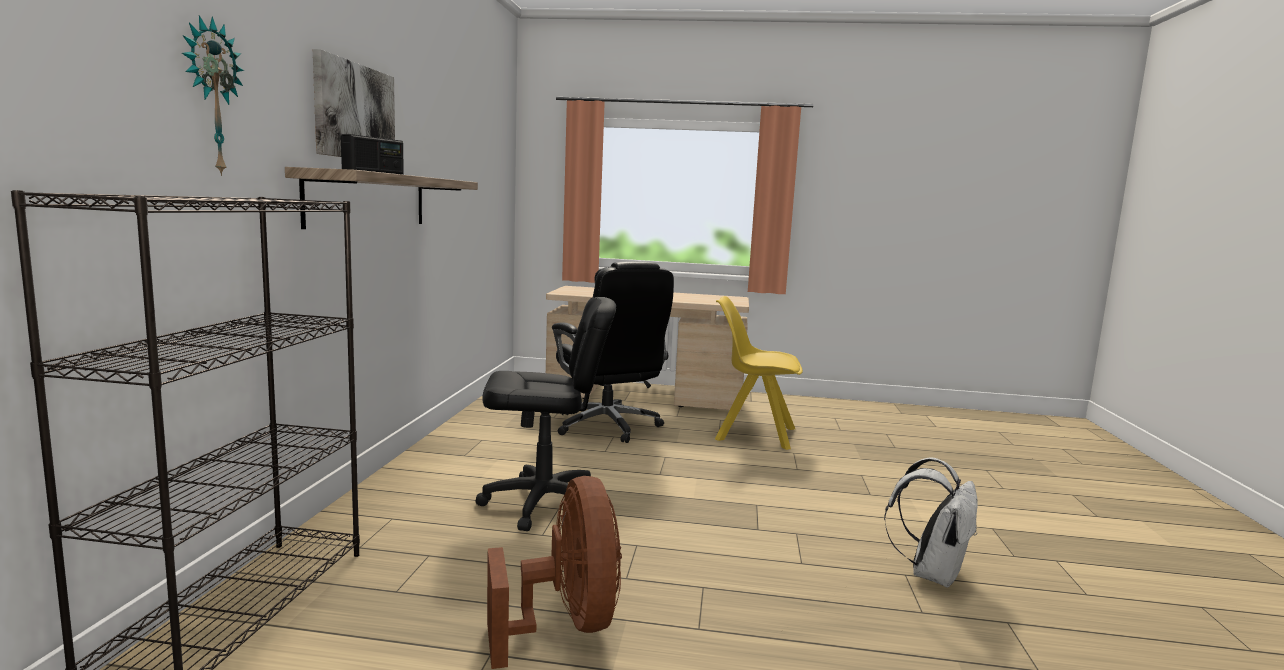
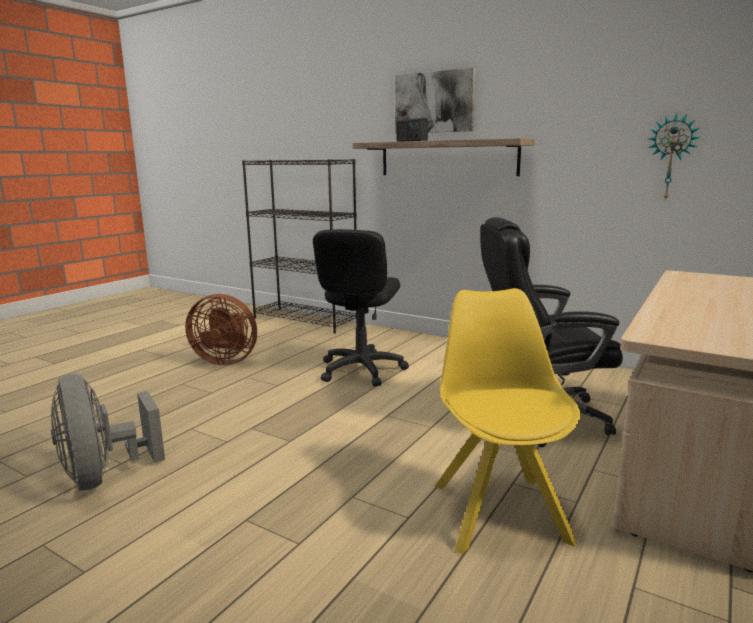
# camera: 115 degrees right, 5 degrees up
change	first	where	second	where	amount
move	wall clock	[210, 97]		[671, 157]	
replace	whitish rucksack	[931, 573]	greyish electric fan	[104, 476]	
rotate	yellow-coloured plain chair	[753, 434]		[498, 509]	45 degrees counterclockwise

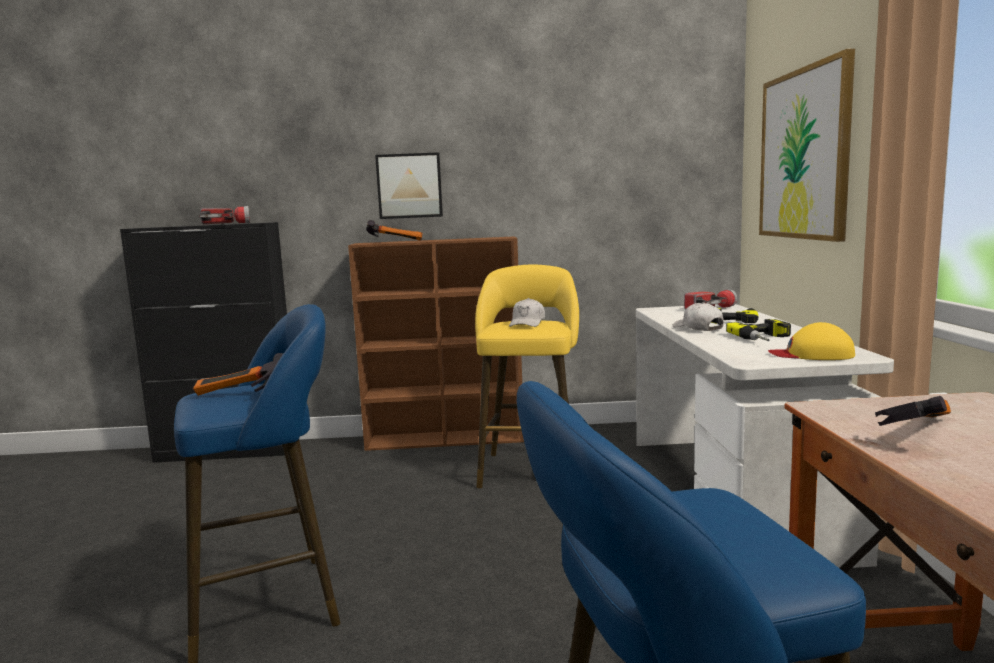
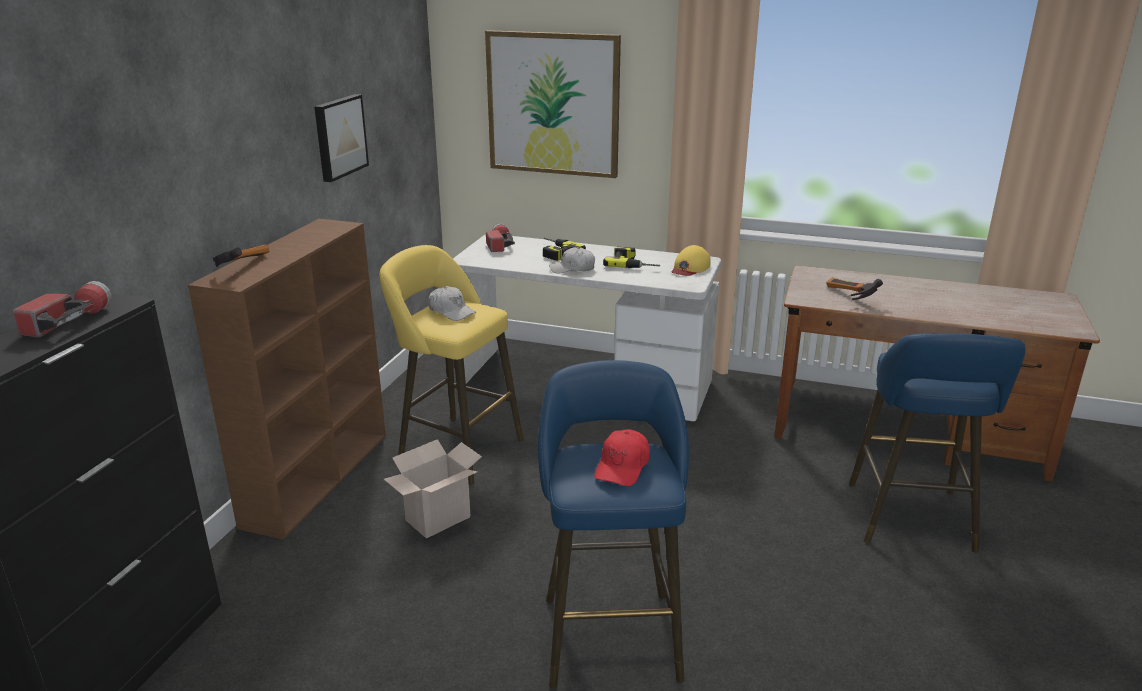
# camera: 70 degrees left, 15 degrees up
change	first	where	second	where	amount
insert			carton	[437, 520]	
move	wall art	[409, 186]		[339, 137]	
replace	hammer	[237, 396]	reddish cap	[622, 467]	

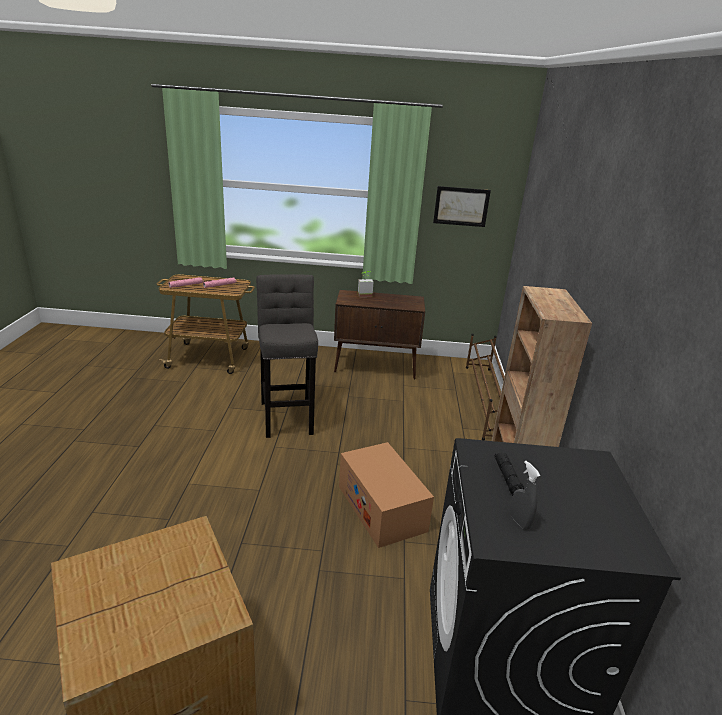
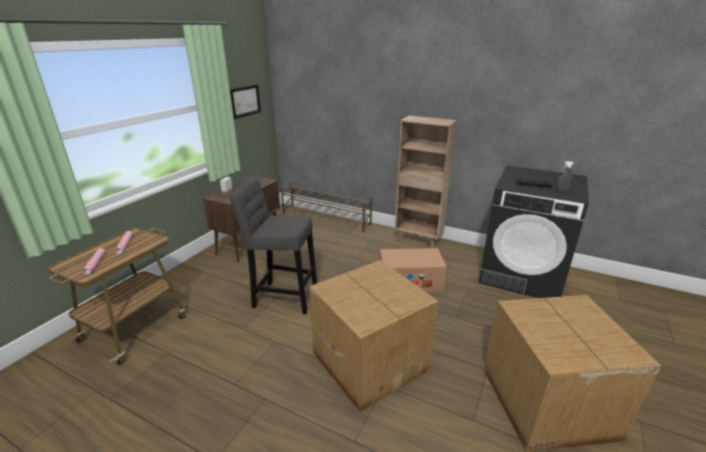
# camera: 65 degrees left, 0 degrees up
change	first	where	second	where	amount
insert			carton	[370, 360]	

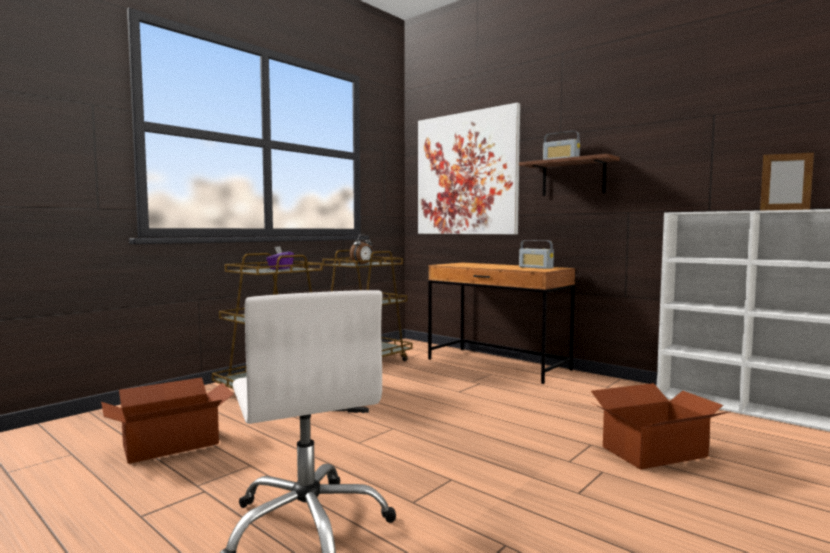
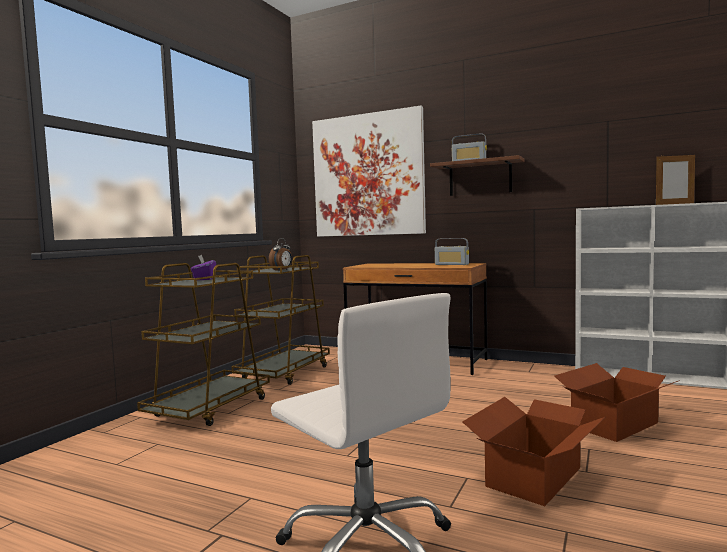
# camera: 15 degrees left, 0 degrees up
change	first	where	second	where	amount
move	carton	[170, 444]		[532, 477]	

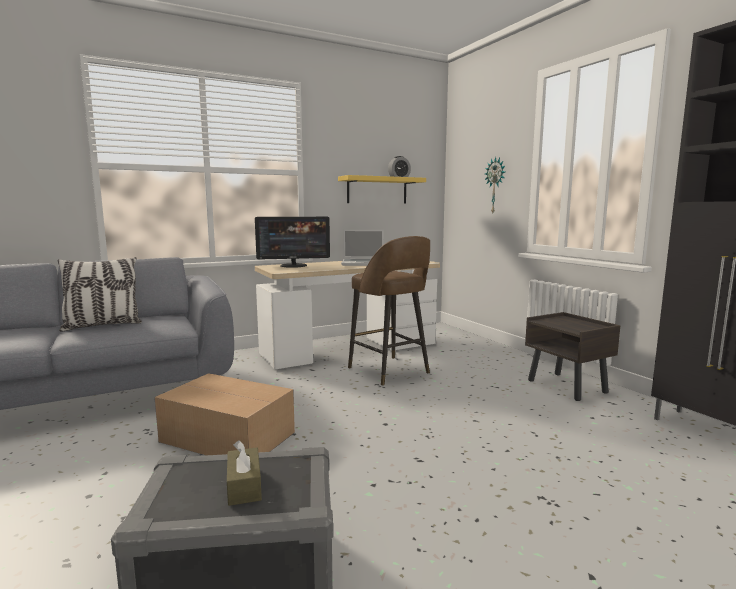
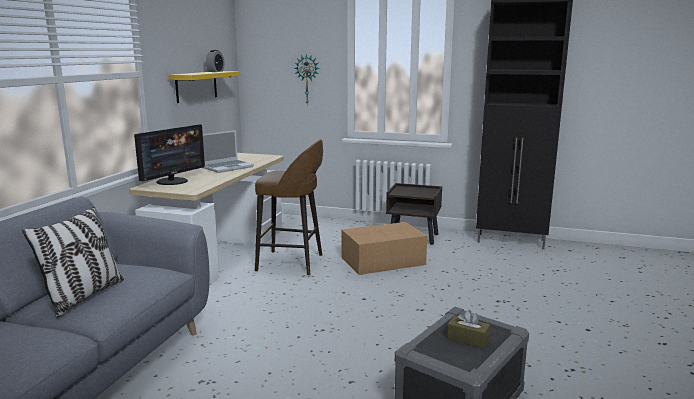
# camera: 45 degrees left, 5 degrees up
change	first	where	second	where	amount
move	carton	[227, 436]		[381, 261]	

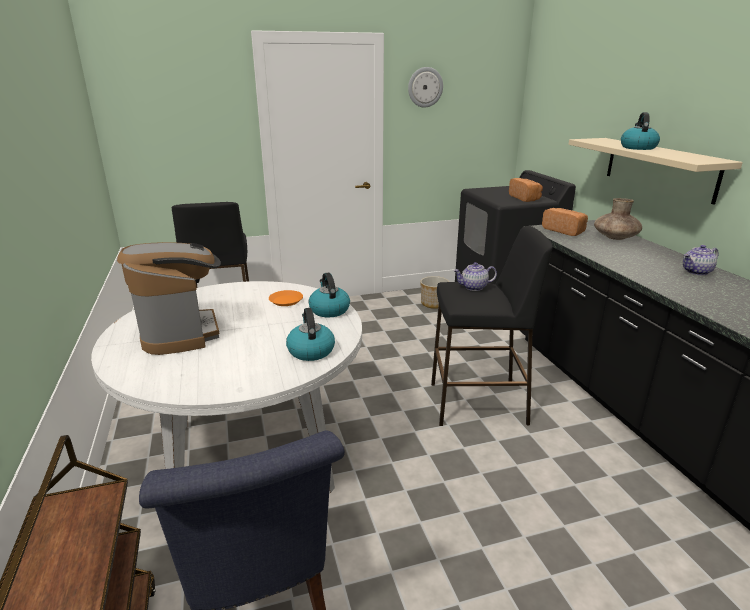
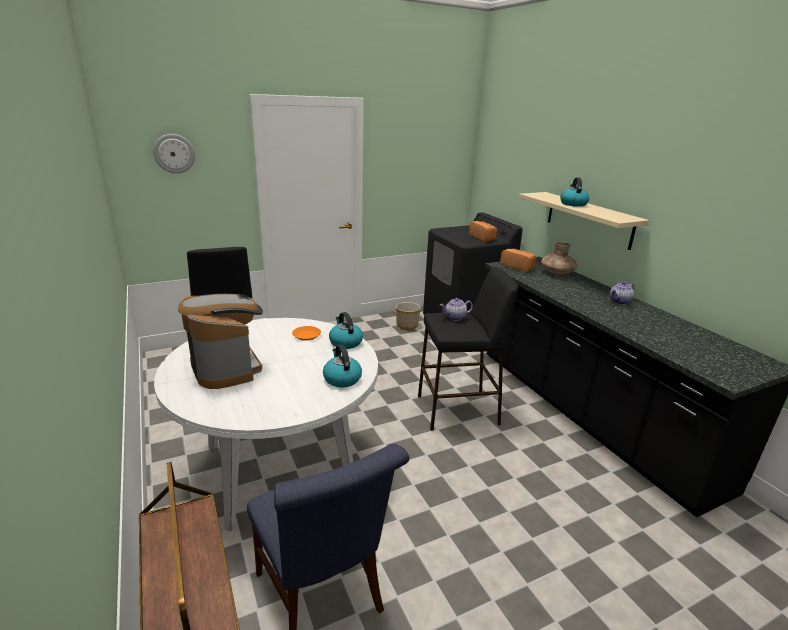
# camera: 10 degrees left, 0 degrees up
change	first	where	second	where	amount
move	wall clock	[425, 87]		[174, 153]	

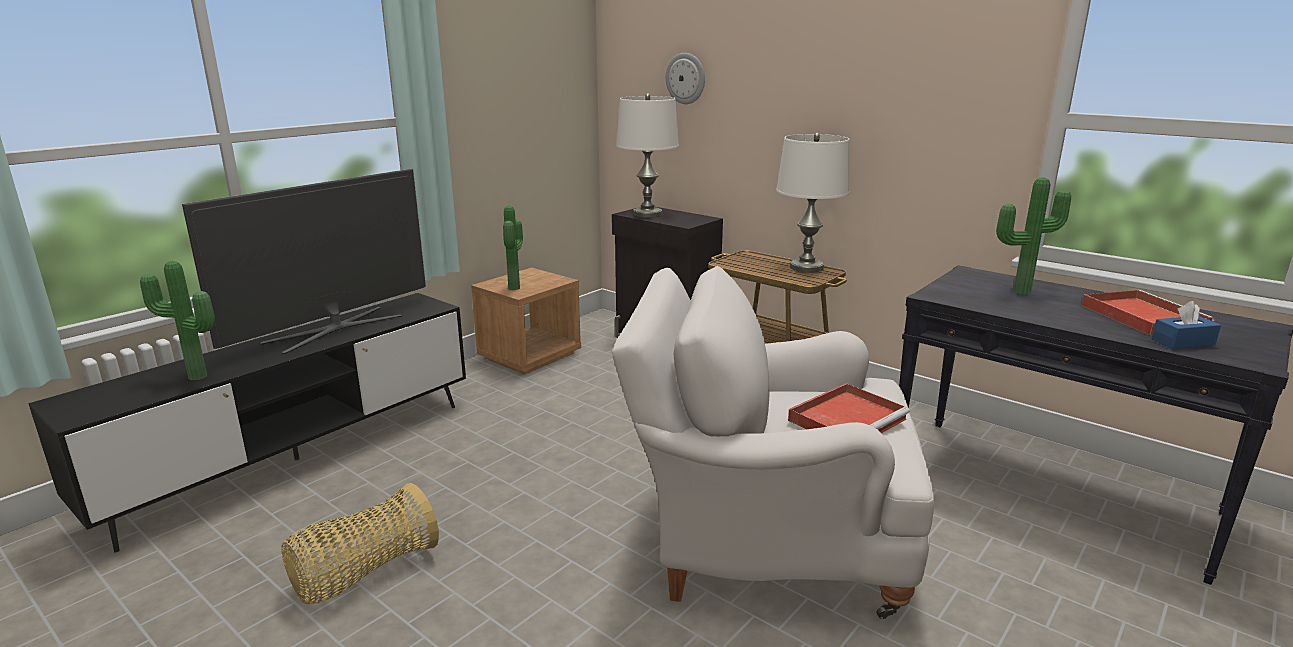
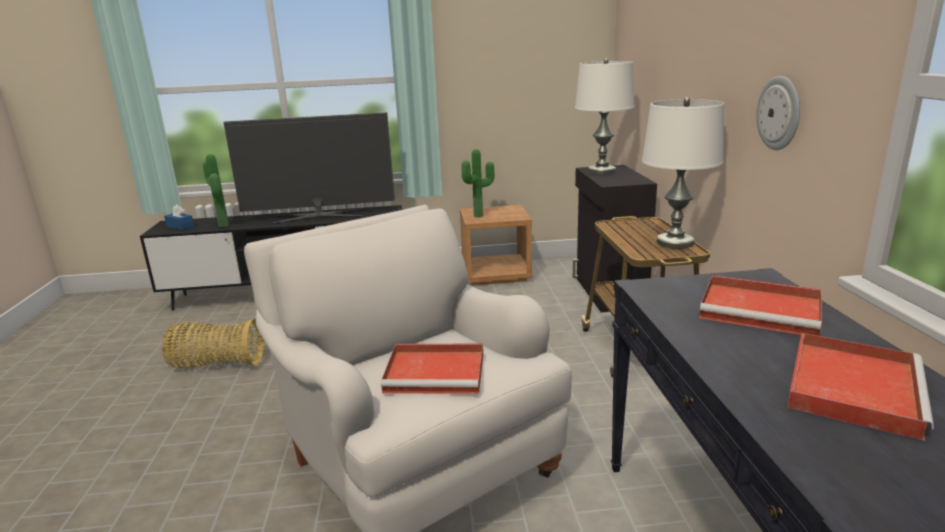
# camera: 45 degrees right, 0 degrees up
change	first	where	second	where	amount
move	wall clock	[686, 78]		[779, 113]	
move	blue tissue box	[1183, 342]		[180, 226]	
replace	houseplant	[1019, 291]	reddish carrying tray	[762, 310]	

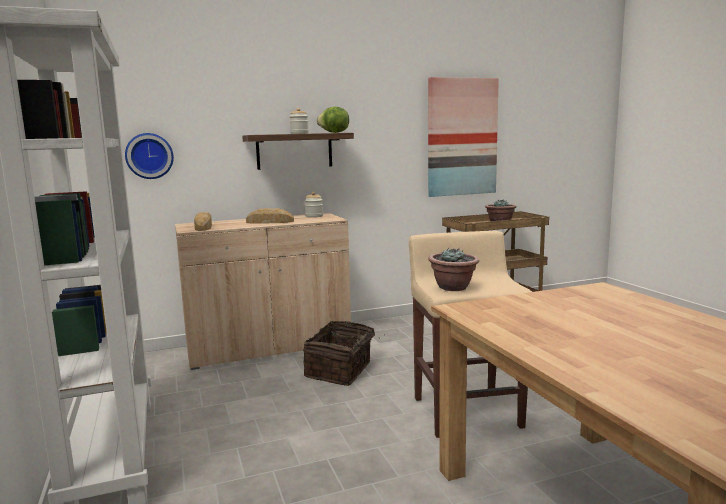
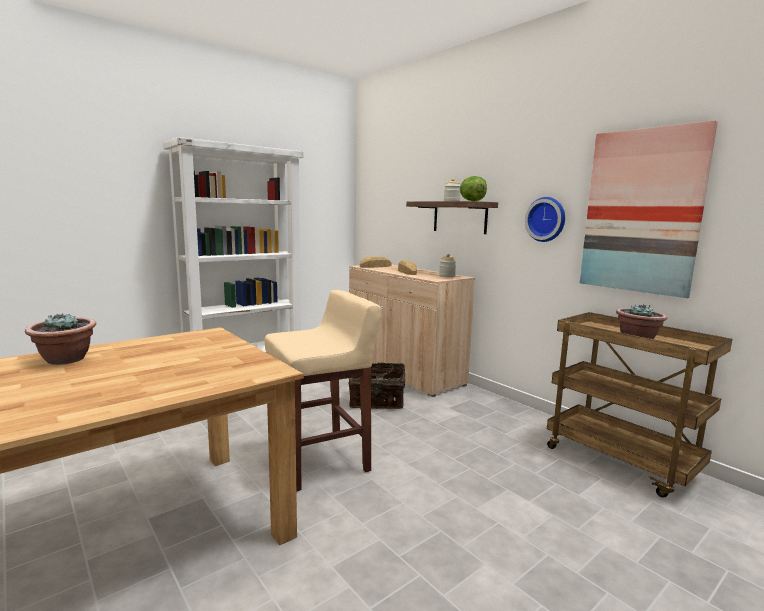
# camera: 70 degrees right, 0 degrees up
change	first	where	second	where	amount
move	wall clock	[149, 156]		[546, 219]	
move	houseplant	[453, 287]		[66, 360]	

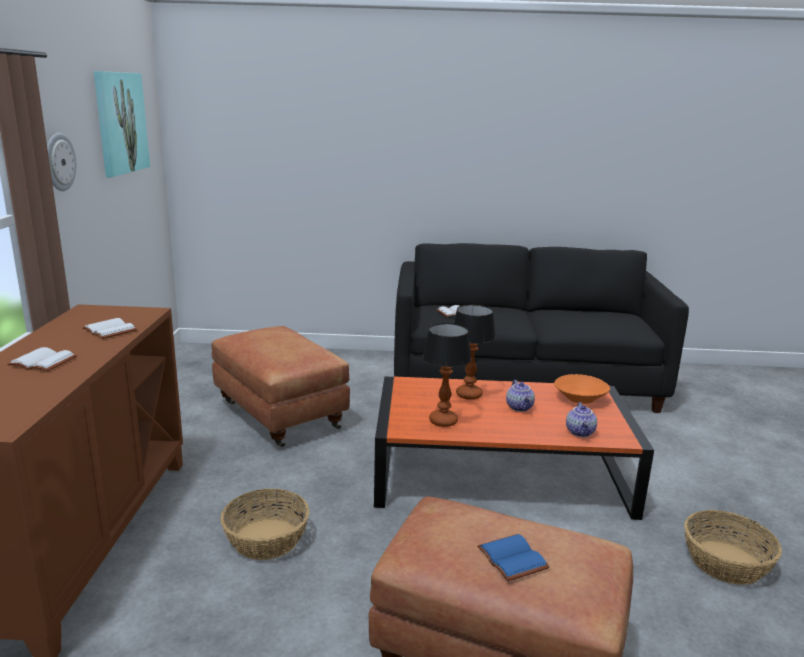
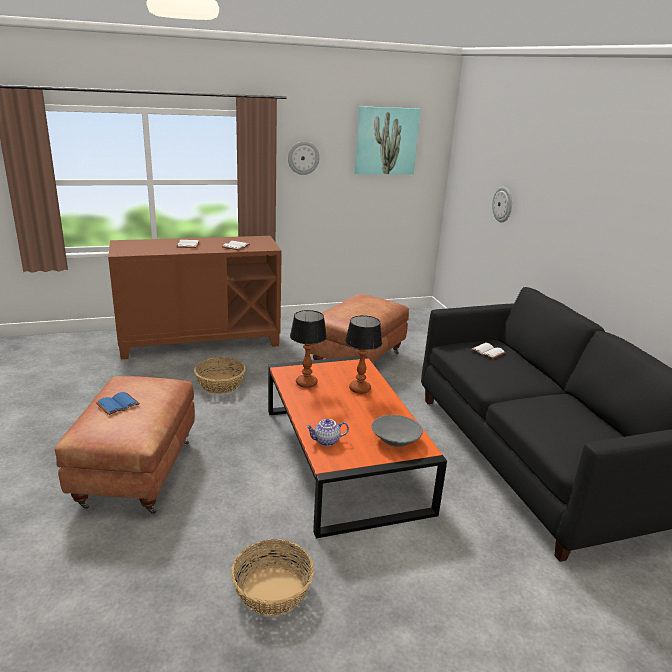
# camera: 70 degrees right, 5 degrees up
change	first	where	second	where	amount
delete	pot for tea	[520, 407]			
insert			wall clock	[503, 204]	
recolor	orange-coloured deep dish	[580, 399]	greyish deep dish	[395, 440]	

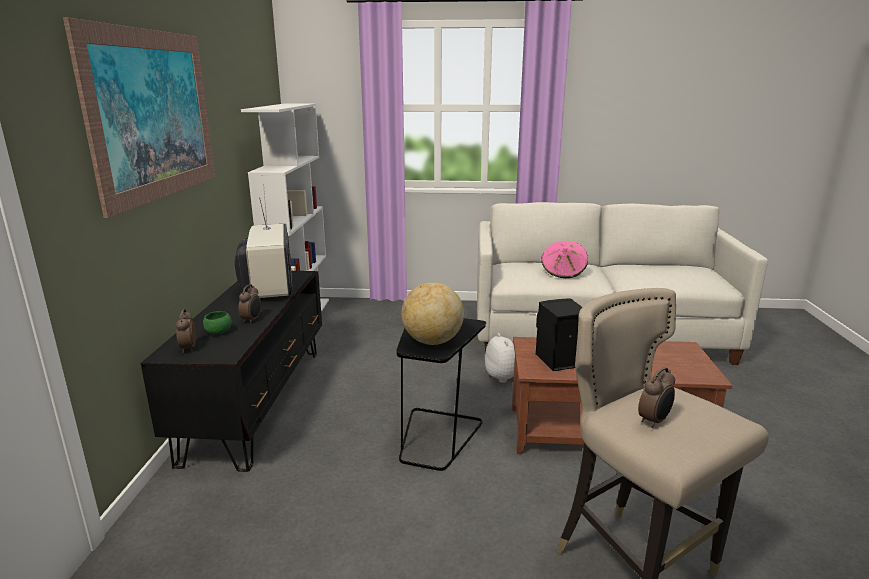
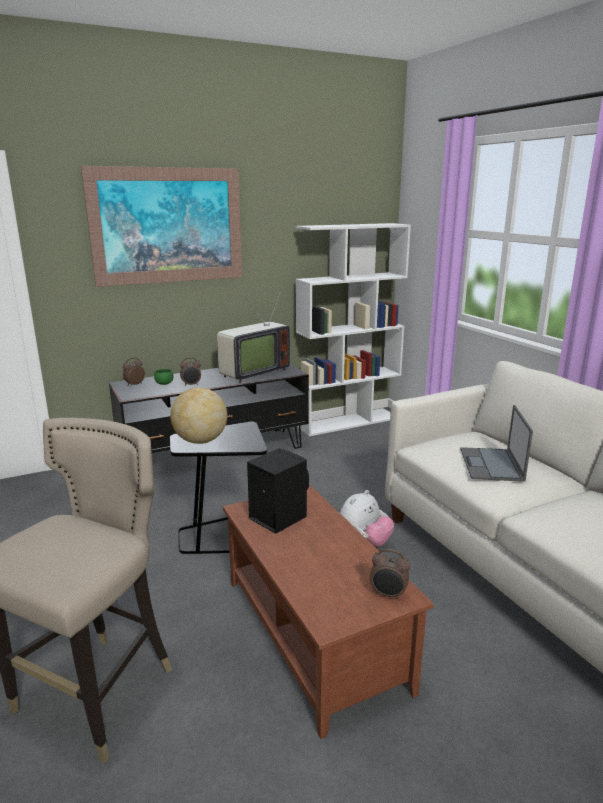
# camera: 60 degrees right, 0 degrees up
change	first	where	second	where	amount
move	table clock	[654, 421]		[388, 595]	
replace	pink-coloured clothing hat	[563, 272]	laptop	[491, 465]	

